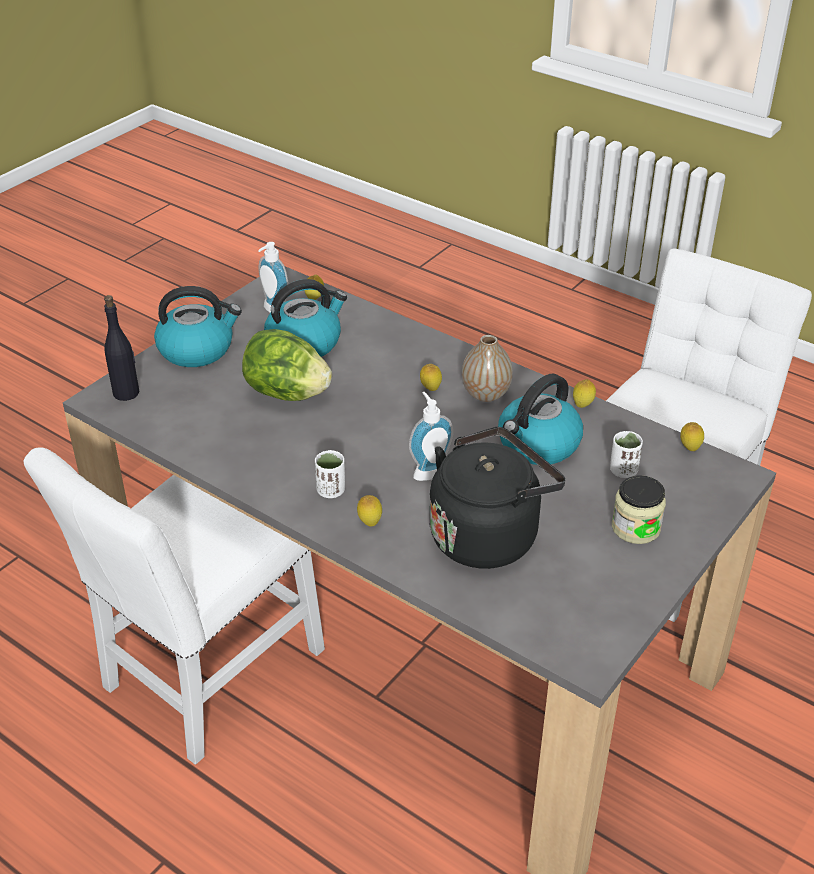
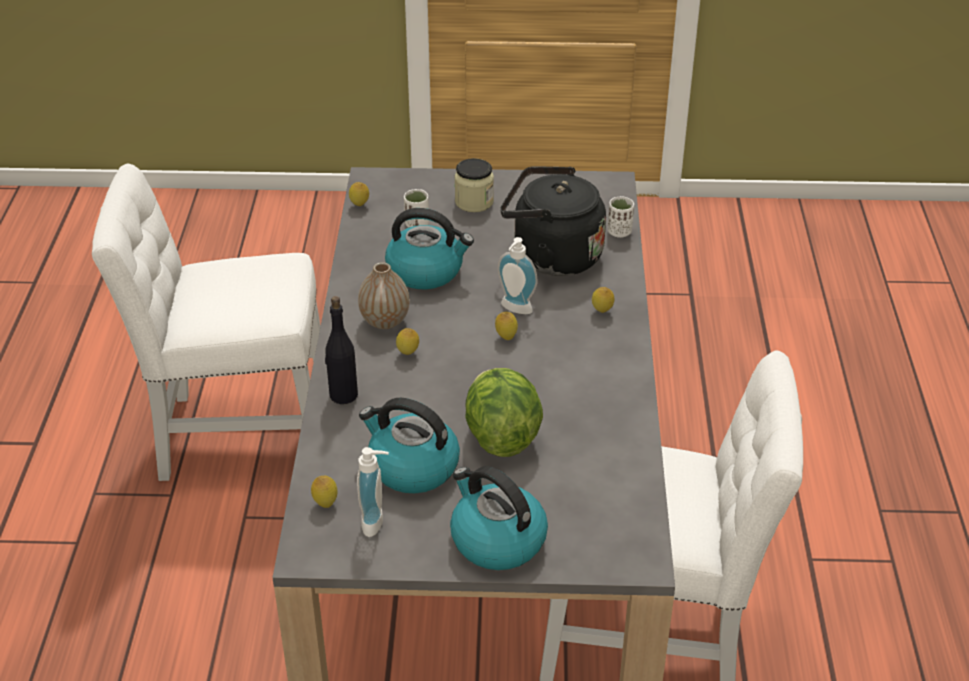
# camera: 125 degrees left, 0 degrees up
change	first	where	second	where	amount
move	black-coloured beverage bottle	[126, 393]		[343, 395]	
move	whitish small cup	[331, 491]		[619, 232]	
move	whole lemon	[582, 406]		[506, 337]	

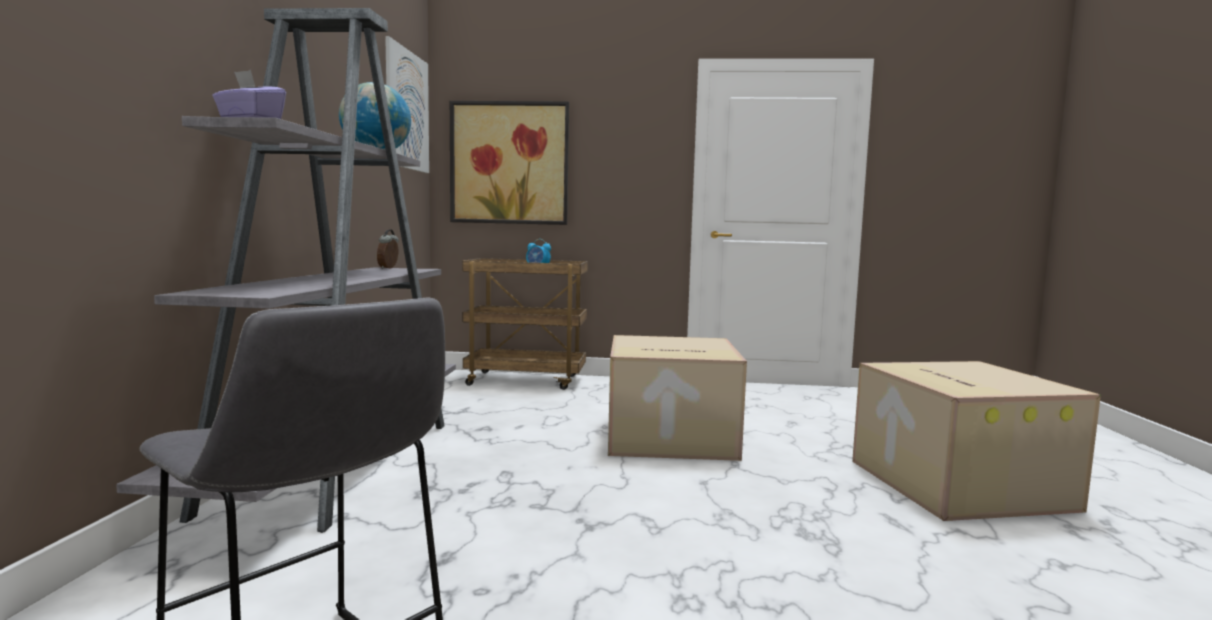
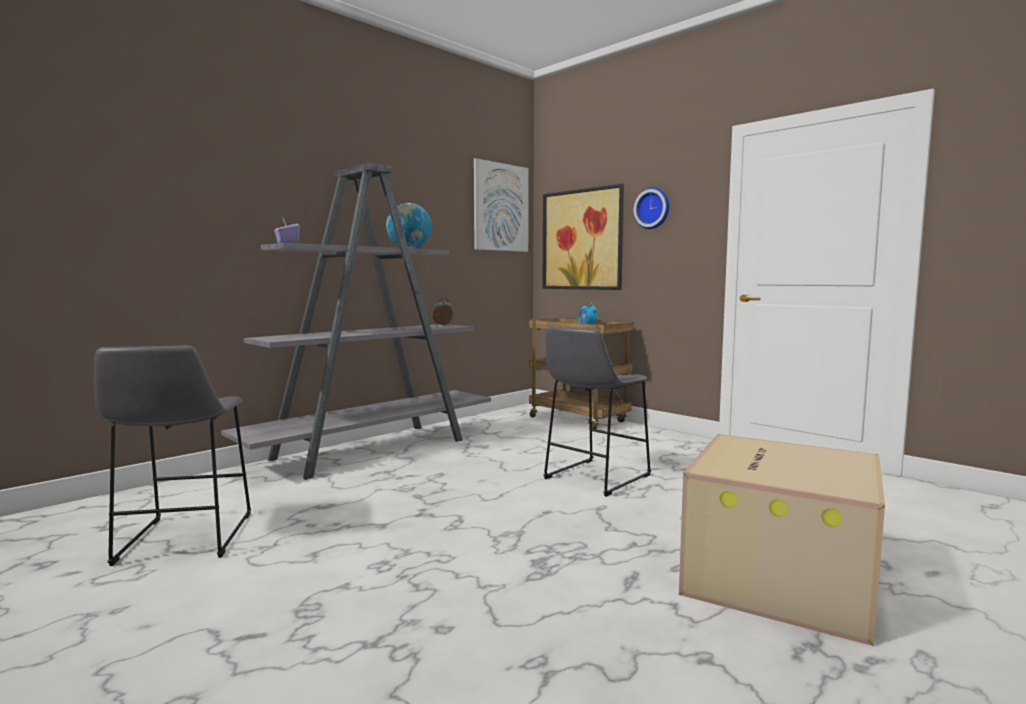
# camera: 40 degrees right, 0 degrees up
change	first	where	second	where	amount
insert			wall clock	[653, 208]	
replace	carton	[668, 437]	greyish stool	[593, 478]	

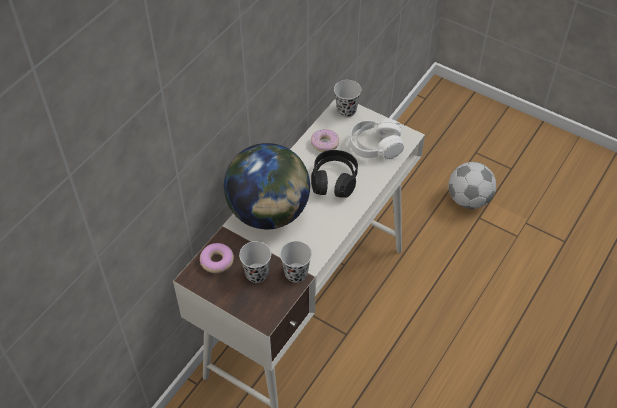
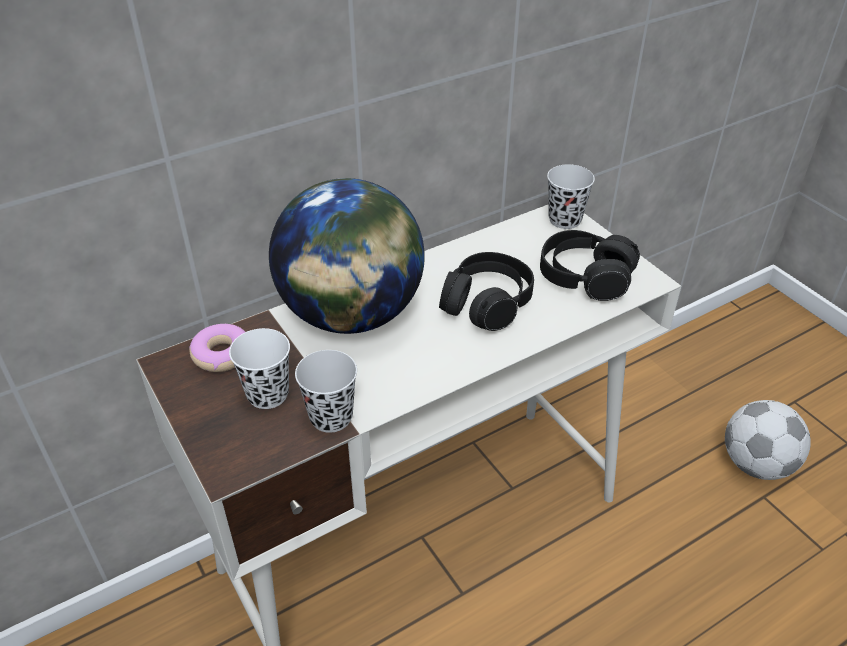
# camera: 25 degrees right, 10 degrees down
change	first	where	second	where	amount
delete	doughnut	[325, 143]			
recolor	black-coloured small cup	[257, 273]	whitish small cup	[268, 394]	
recolor	whitish headset	[375, 146]	black-coloured headset	[585, 277]	

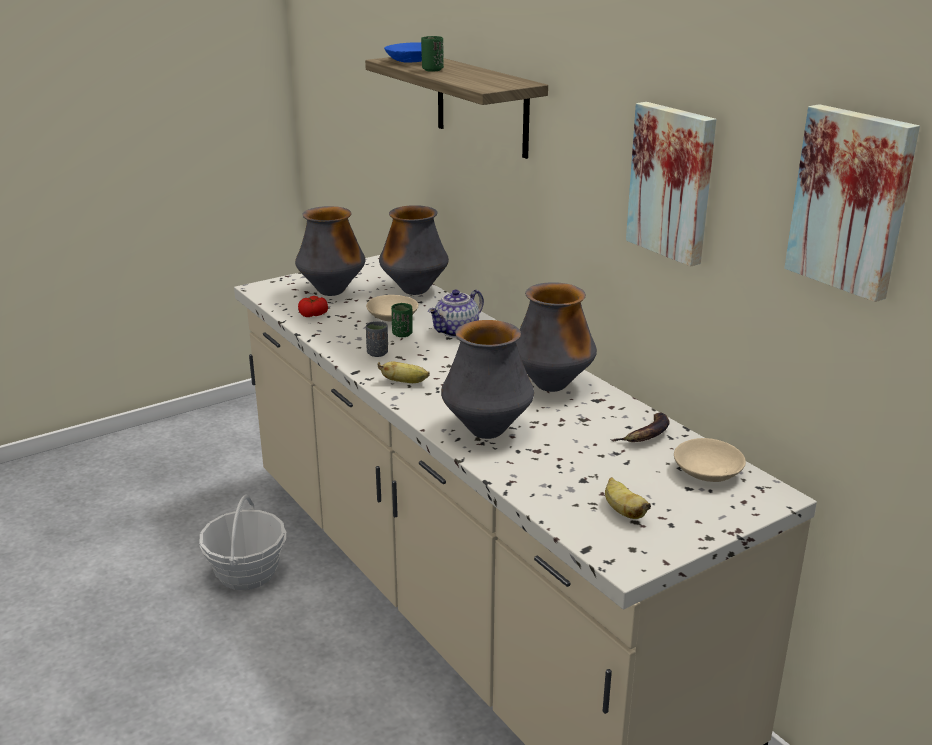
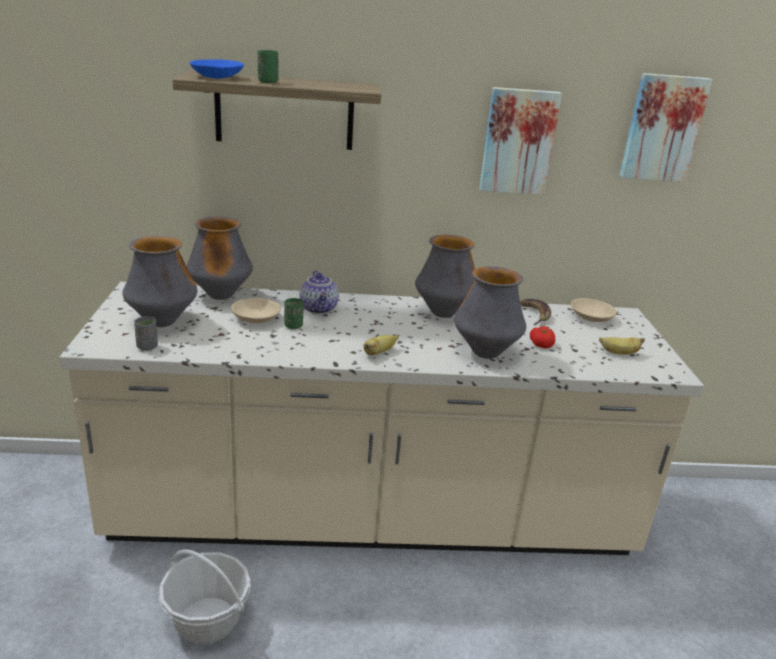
# camera: 60 degrees left, 0 degrees up
change	first	where	second	where	amount
move	fresh tomato	[313, 314]		[541, 344]	
move	greyish small cup	[377, 353]		[147, 347]	

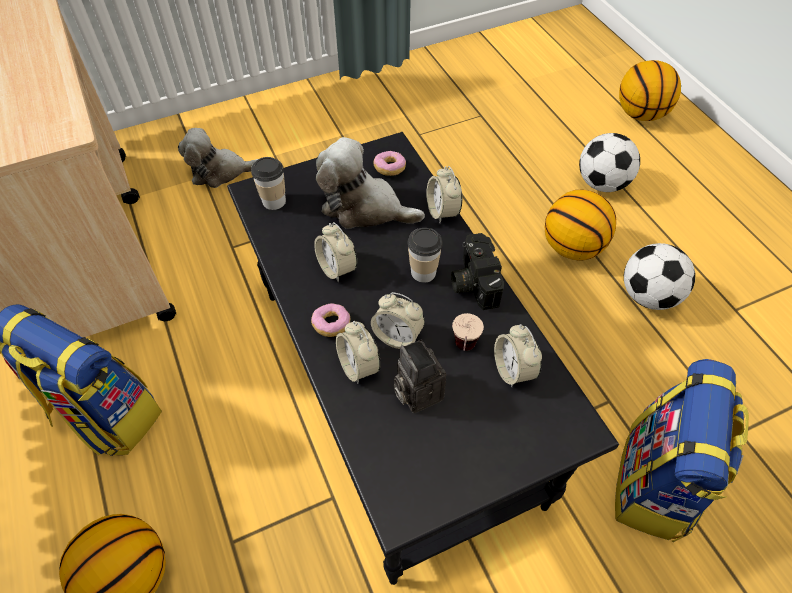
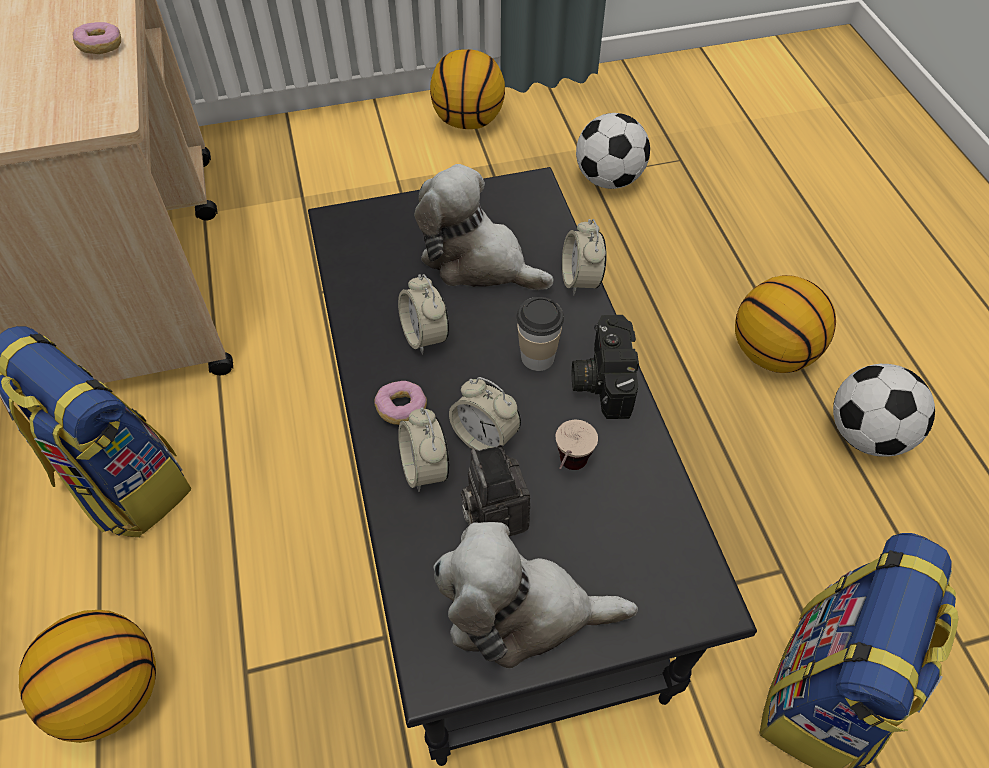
# camera: 10 degrees right, 0 degrees up
change	first	where	second	where	amount
delete	small cup	[274, 201]			
delete	table clock	[513, 370]			
move	cuddly toy	[220, 172]		[522, 611]	
move	doughnut	[389, 168]		[101, 47]	
move	ball for football	[602, 183]		[609, 179]	
move	basketball	[640, 114]		[468, 121]	

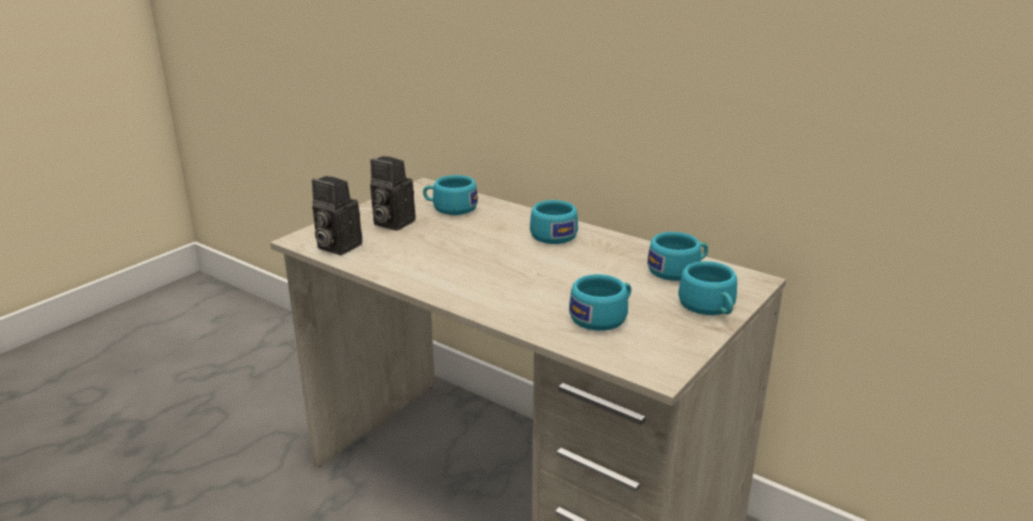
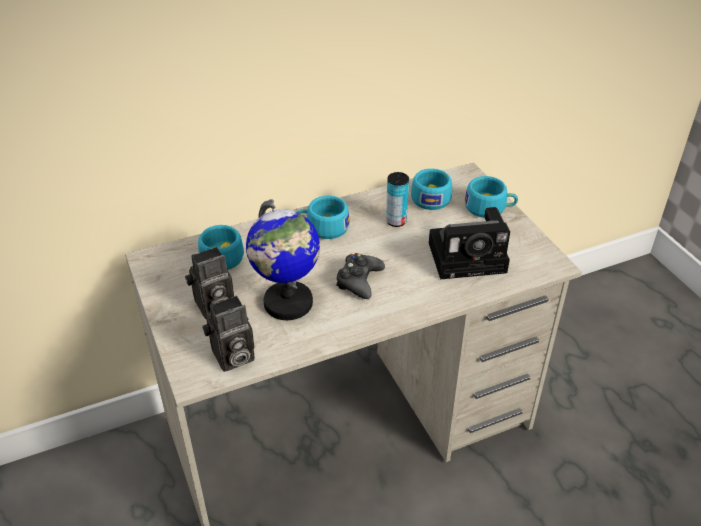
# camera: 60 degrees left, 15 degrees up
change	first	where	second	where	amount
insert			world globe	[288, 303]	
insert			black-coloured gamepad	[359, 281]	
insert			sealed can	[396, 221]	
replace	turquoise small cup	[603, 316]	still camera	[470, 257]	

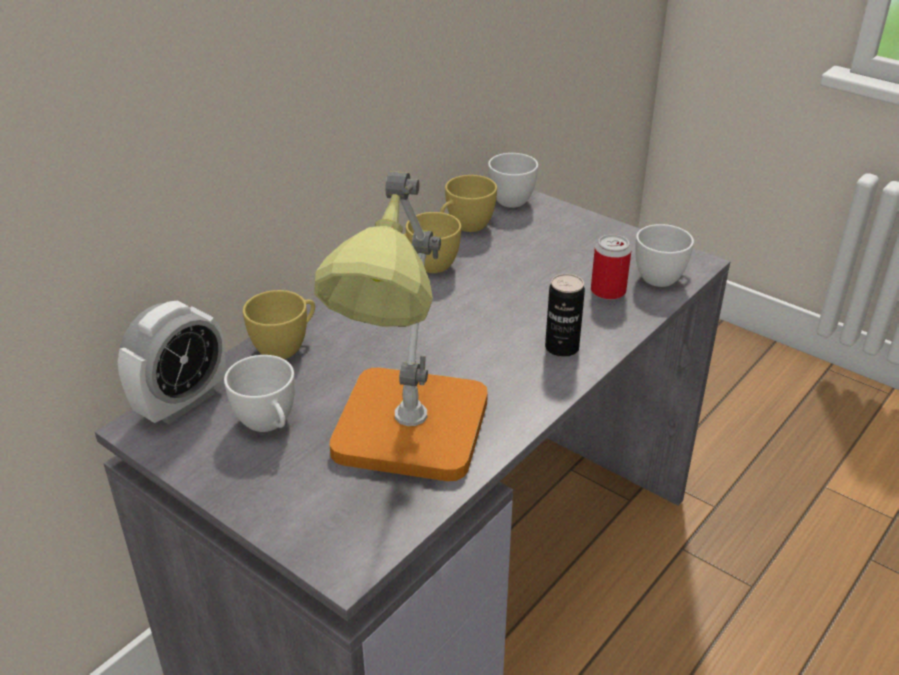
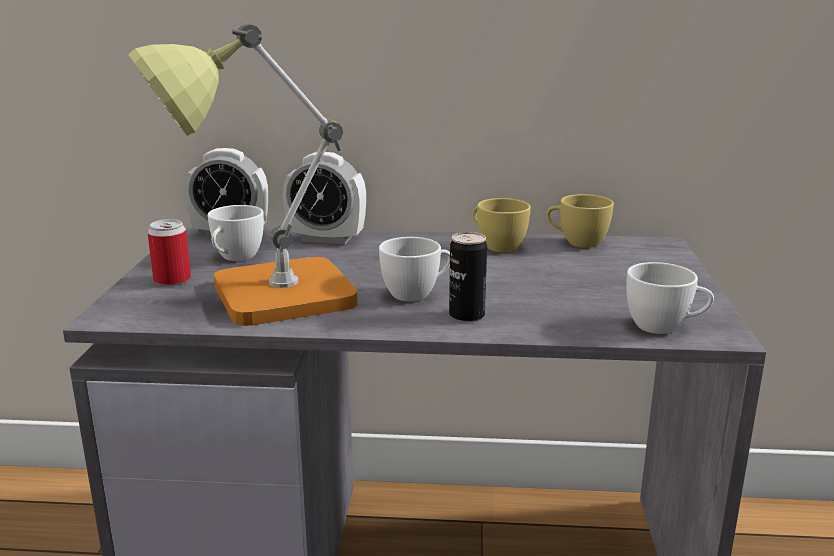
# camera: 55 degrees right, 15 degrees down
change	first	where	second	where	amount
move	whitish small cup	[512, 198]		[417, 294]	
move	sealed can	[608, 291]		[172, 280]	
replace	yellow-coloured small cup	[286, 347]	table clock	[326, 239]	

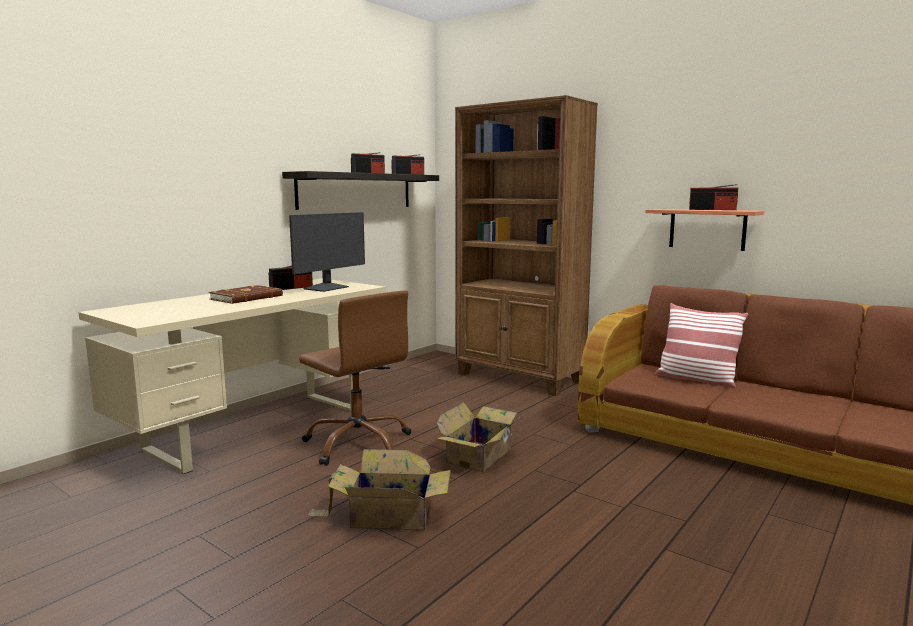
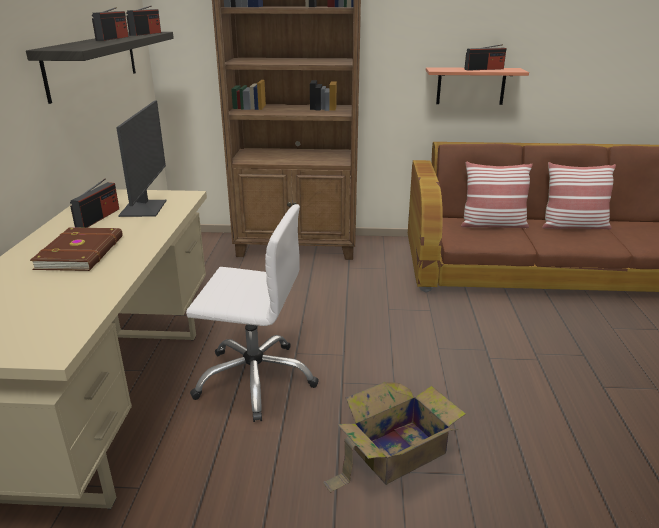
# camera: 35 degrees left, 15 degrees up
change	first	where	second	where	amount
delete	carton	[481, 455]			
insert			throw pillow	[573, 226]	
recolor	brown-coloured desk chair	[358, 443]	whitish desk chair	[255, 379]	

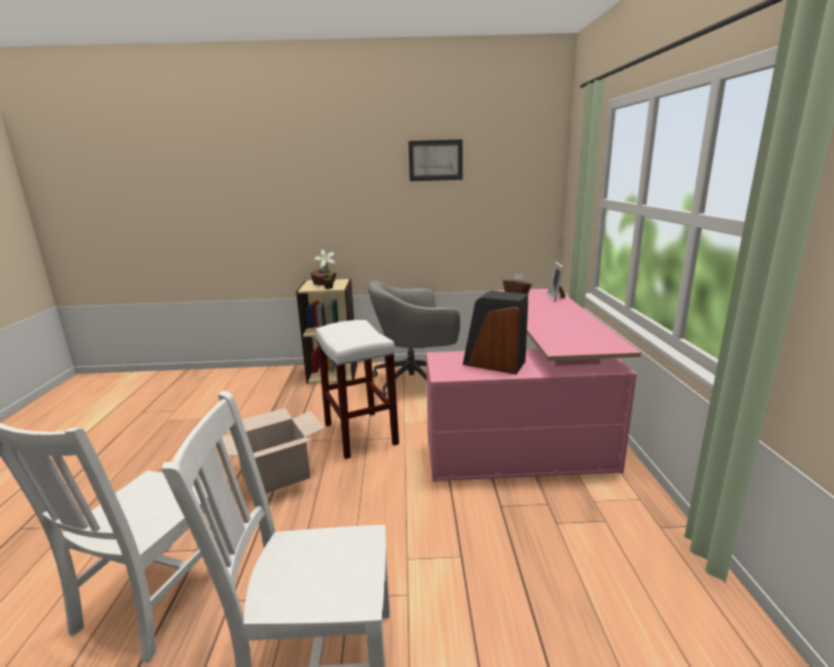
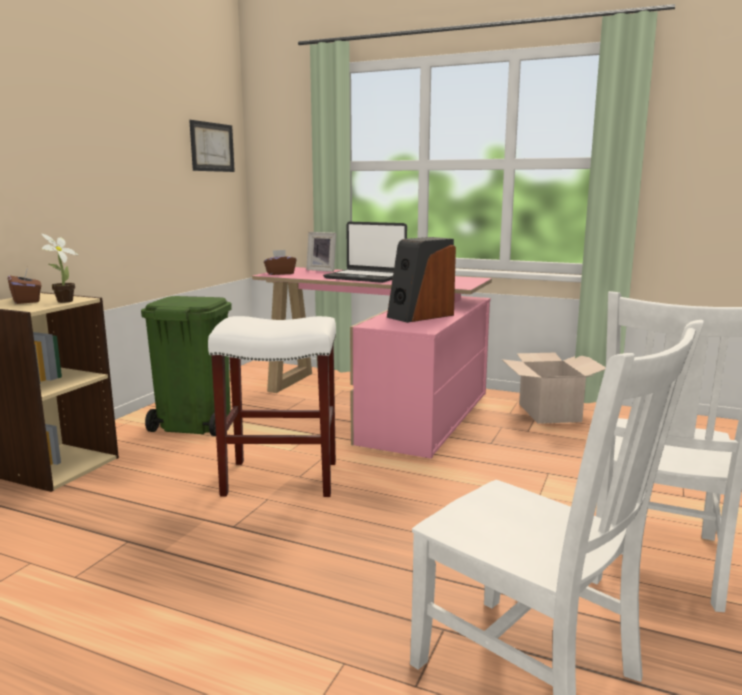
# camera: 65 degrees left, 5 degrees down
change	first	where	second	where	amount
insert			laptop	[365, 277]	
move	carton	[275, 476]		[550, 413]	
move	wall art	[435, 160]		[212, 147]	
replace	greyish desk chair	[415, 381]	green-coloured waste bin	[194, 424]	

